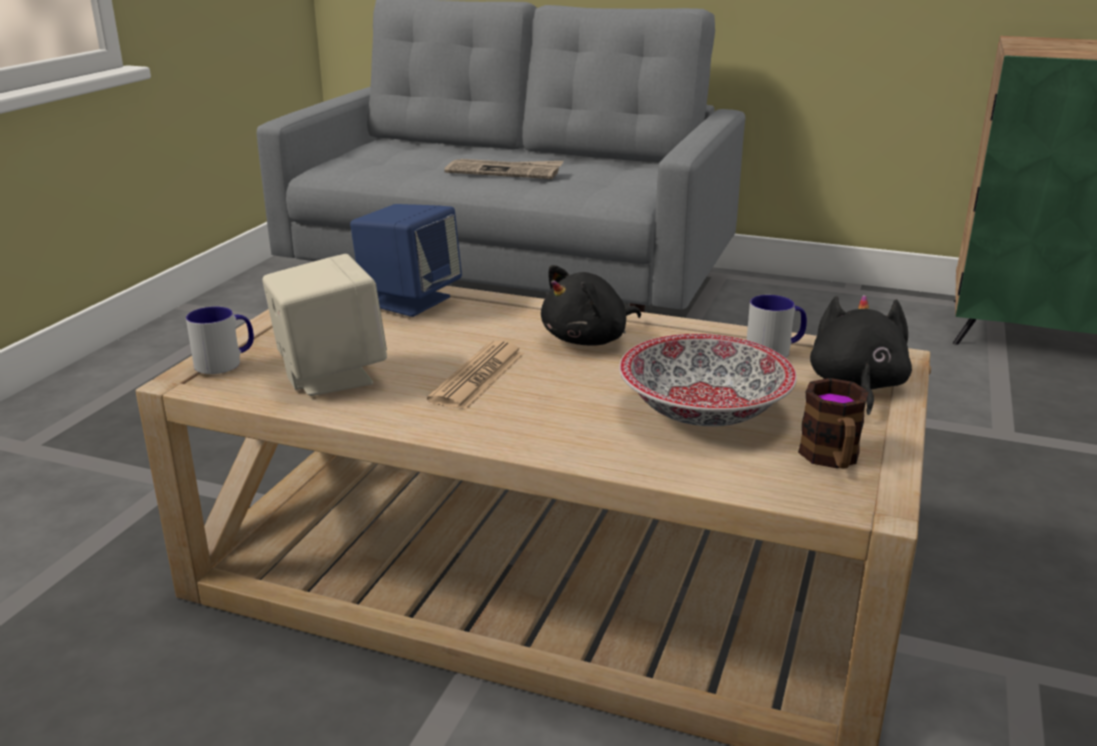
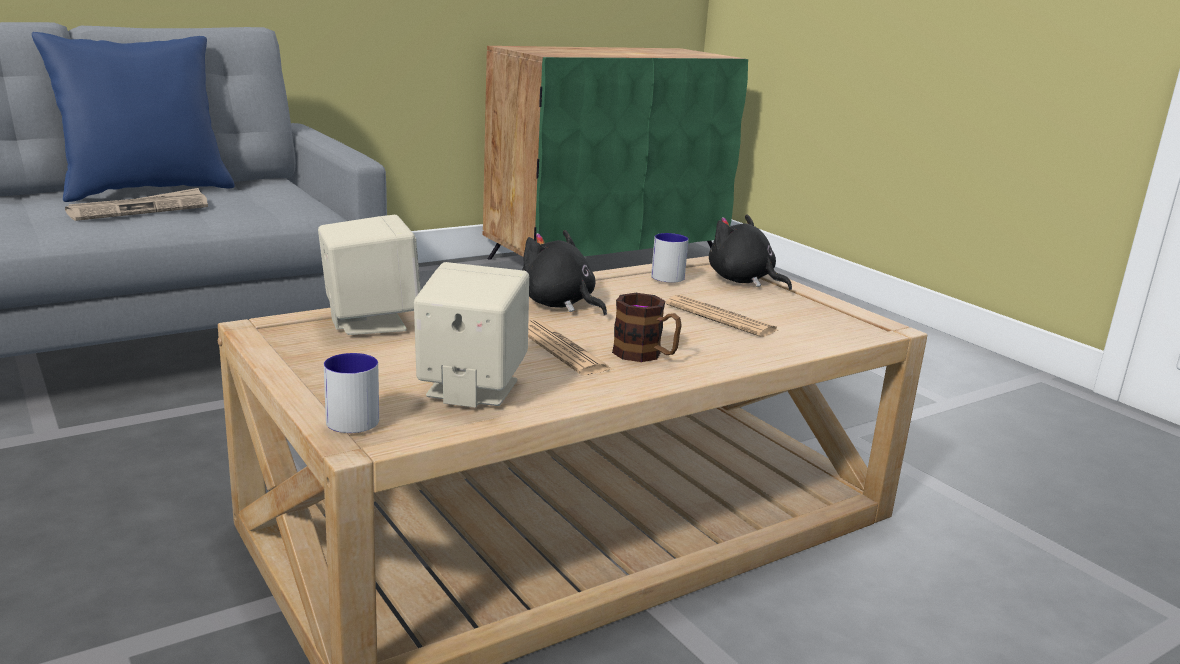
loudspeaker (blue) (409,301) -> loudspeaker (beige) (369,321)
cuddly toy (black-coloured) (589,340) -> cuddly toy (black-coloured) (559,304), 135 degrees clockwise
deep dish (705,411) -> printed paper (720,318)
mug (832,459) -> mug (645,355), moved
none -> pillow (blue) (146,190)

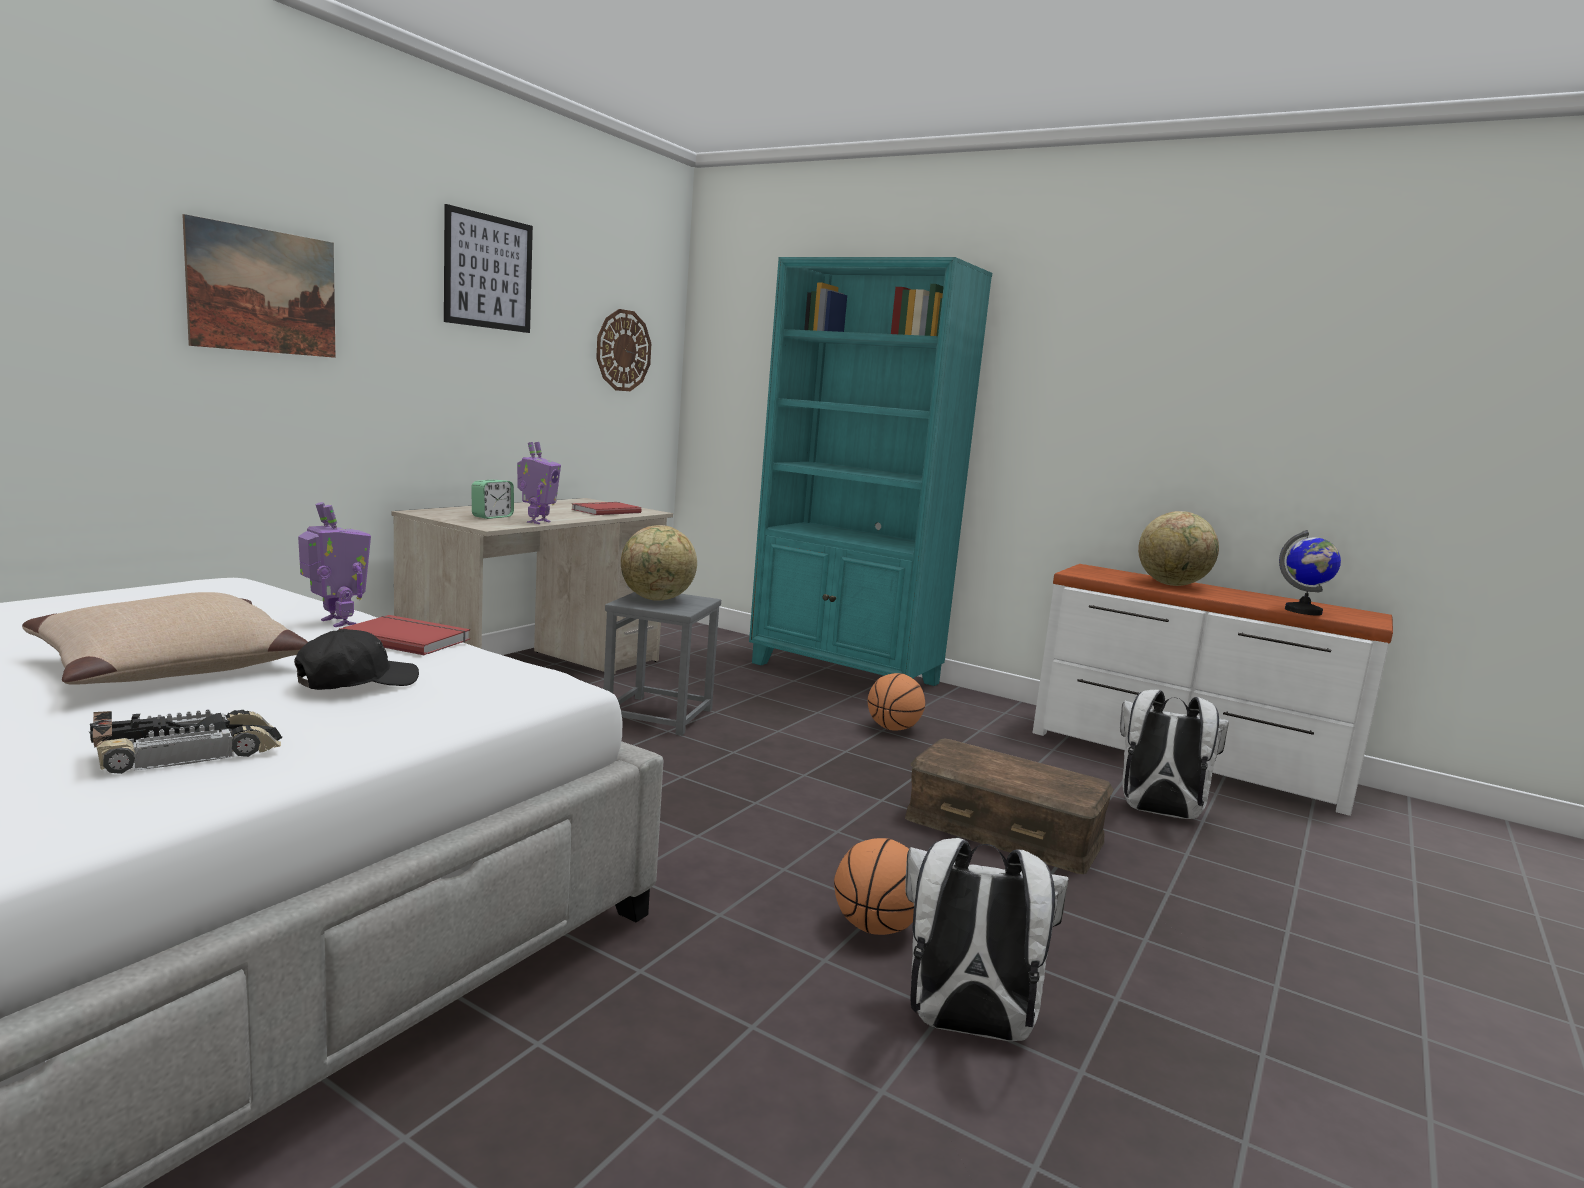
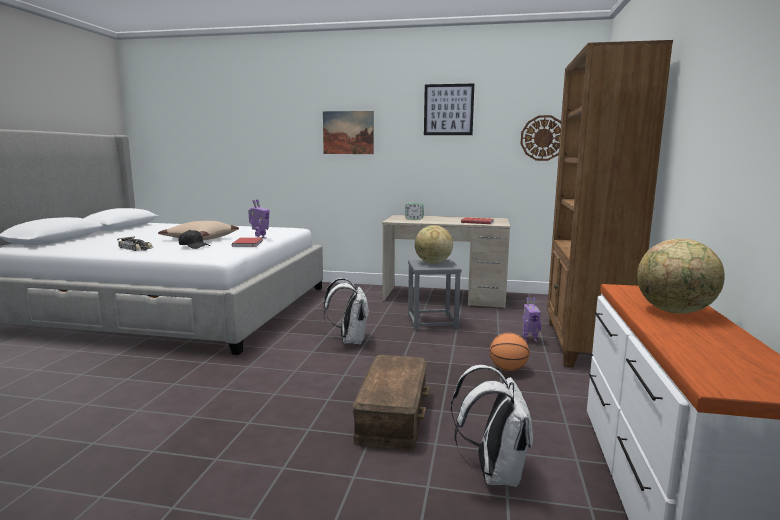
shelving unit (turquoise-coloured) (845,674) -> shelving unit (brownish) (584,345)
robot figure (537,522) -> robot figure (529,340), moved
globe (1303,611) -> none
basketball (875,927) -> none
rucksack (white) (966,1027) -> rucksack (white) (349,341), moved

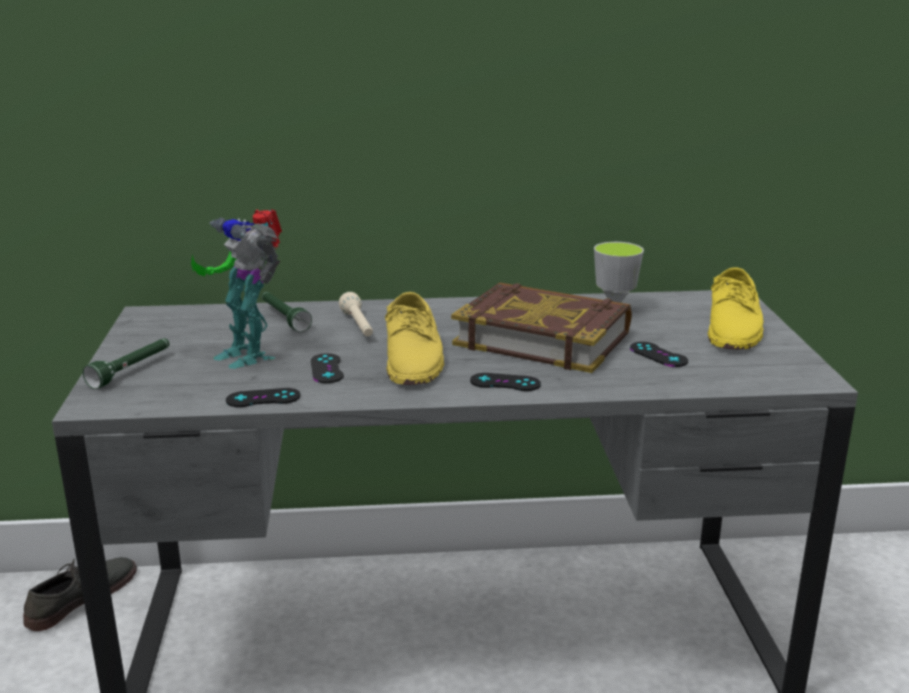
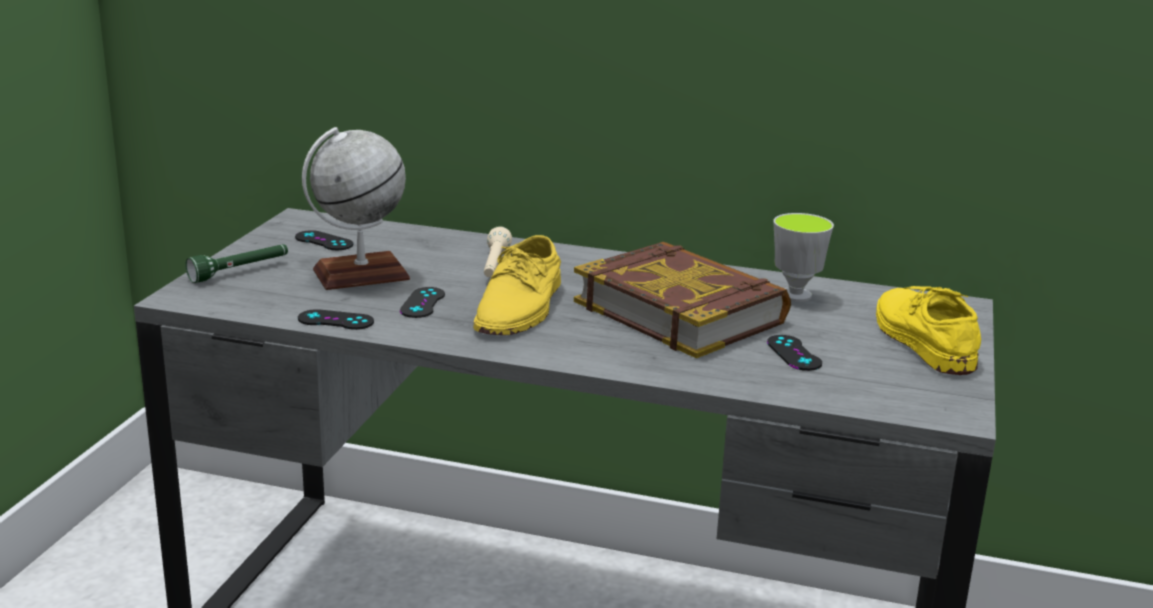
robot figure (248,354) -> globe (360,274)
shoe (yellow-coloured) (734,327) -> shoe (yellow-coloured) (921,339), 135 degrees clockwise
flashlight (greenish) (283,318) -> none
gamepad (black-coloured) (505,382) -> gamepad (black-coloured) (324,241), moved
shoe (grey) (81,597) -> none

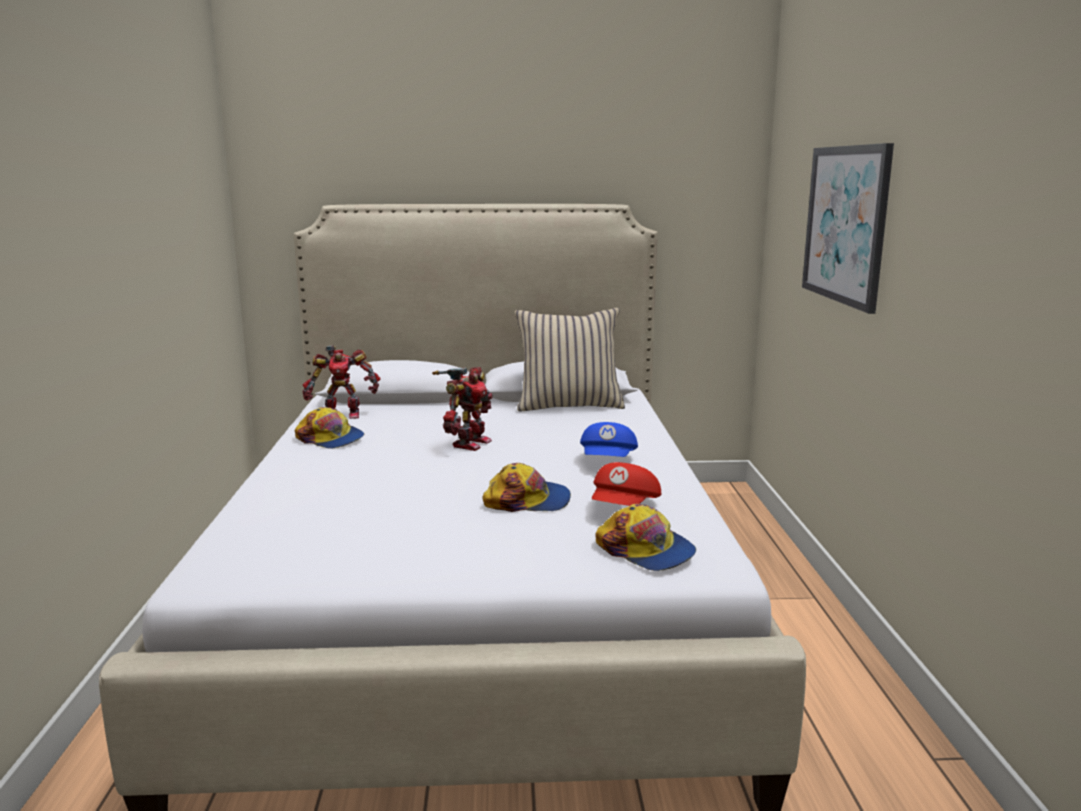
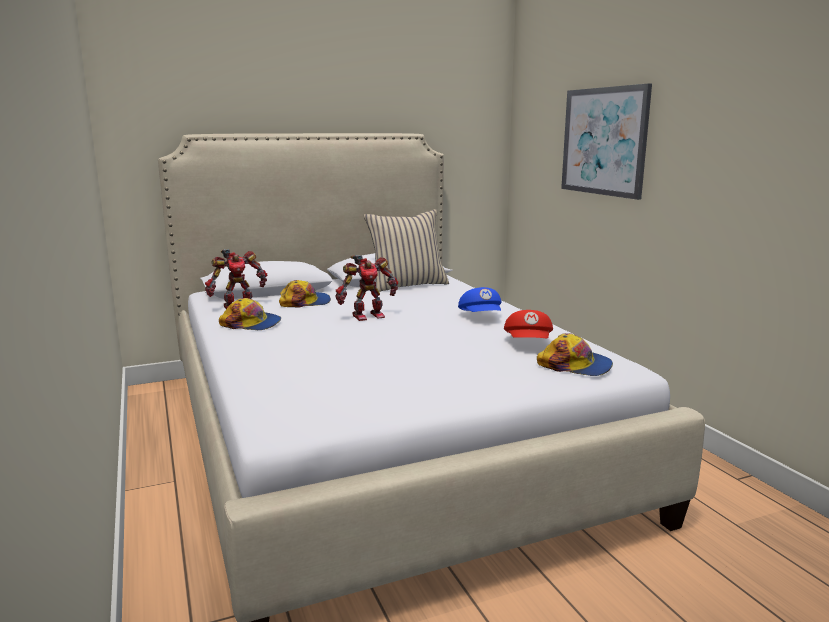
robot figure (469,443) -> robot figure (367,315), 60 degrees clockwise
baseball cap (528,500) -> baseball cap (305,302), moved

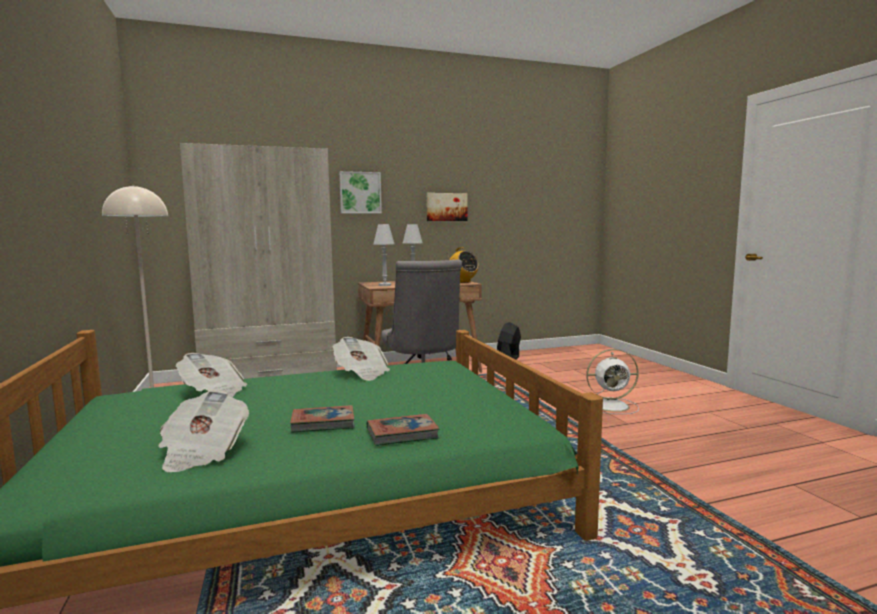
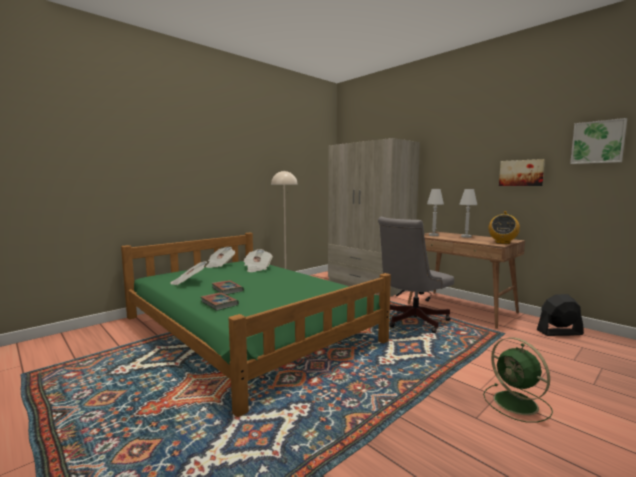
wall art (360,193) -> wall art (598,142), moved
printed paper (361,373) -> printed paper (220,265), moved
cooling fan (white) (612,406) -> cooling fan (greenish) (517,404)

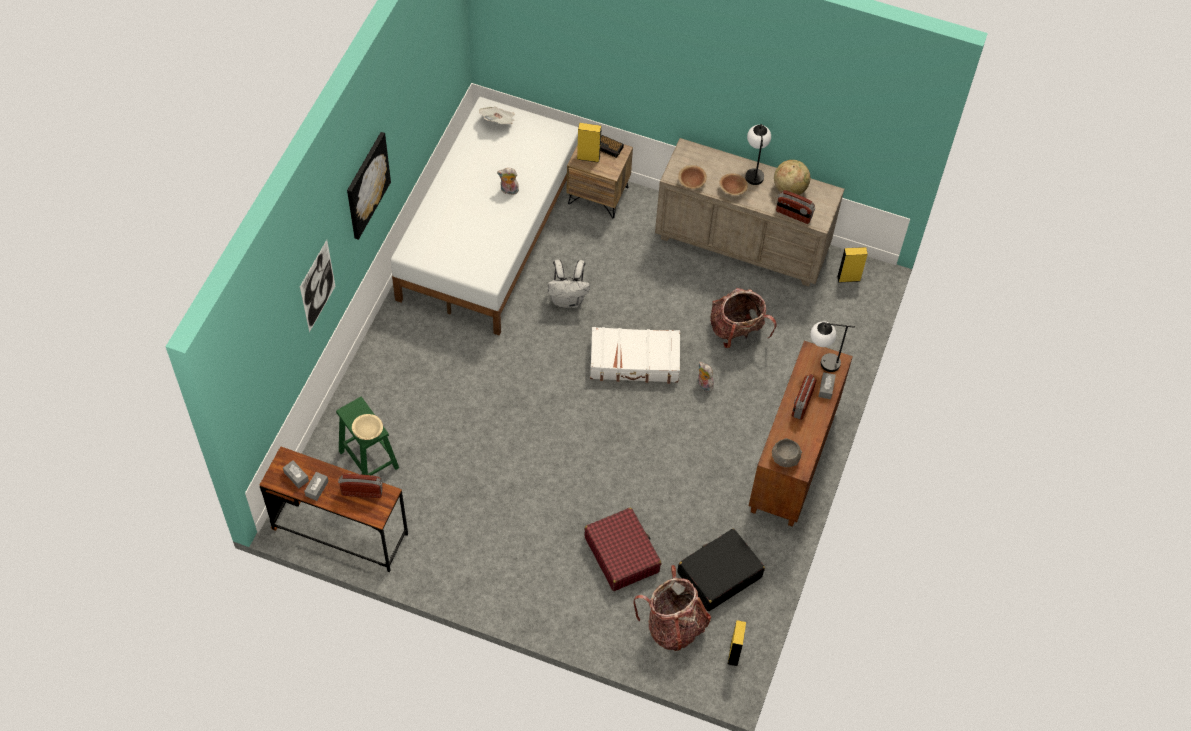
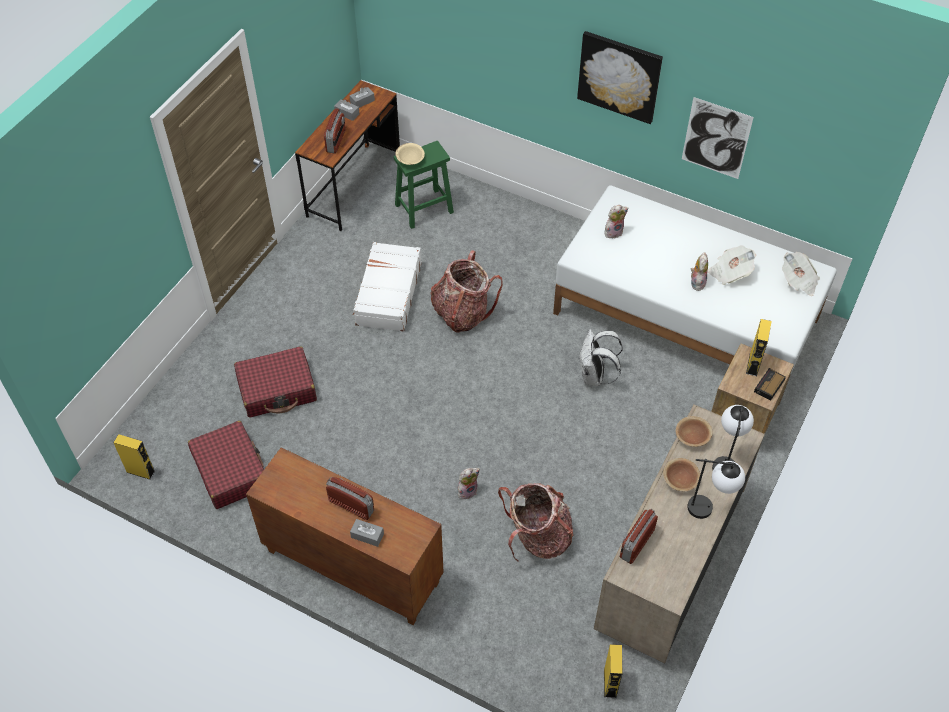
globe (790,188) -> none
wall art (317,286) -> wall art (716,138), moved
lamp for a table (821,362) -> lamp for a table (725,460), moved
piece of luggage (white) (634,361) -> piece of luggage (white) (388,294), moved
deep dish (grey) (785,458) -> none
piece of luggage (black-coloured) (719,575) -> piece of luggage (reddish) (230,471)
rucksack (673,626) -> rucksack (462,313), moved
none -> cuddly toy (613,232)
none -> printed paper (730,272)

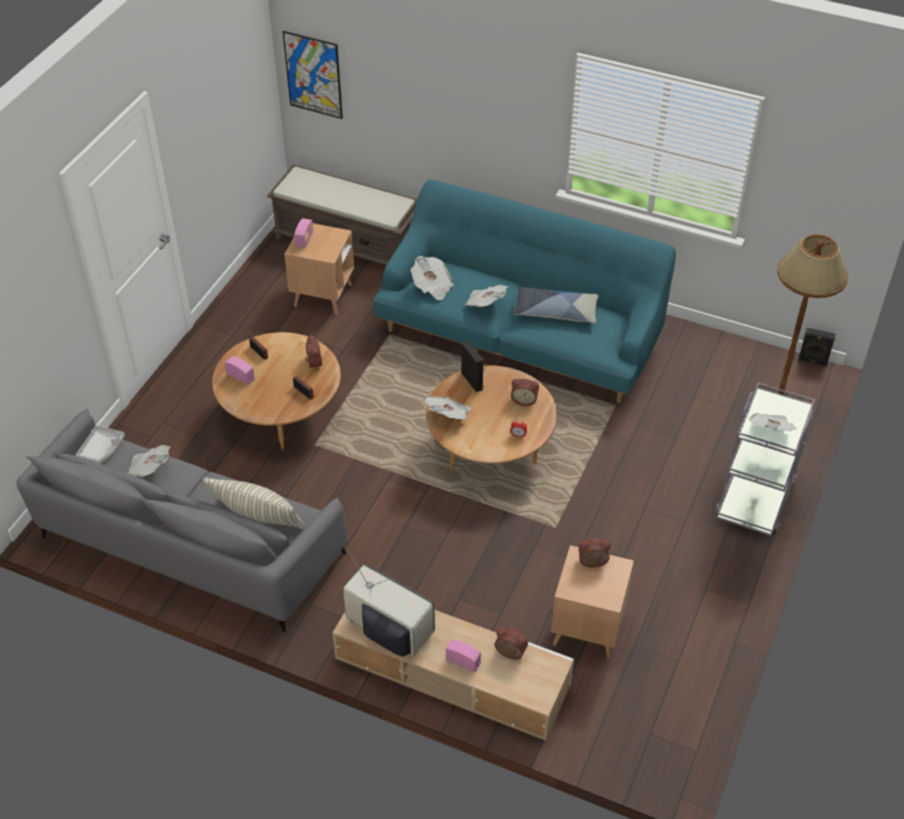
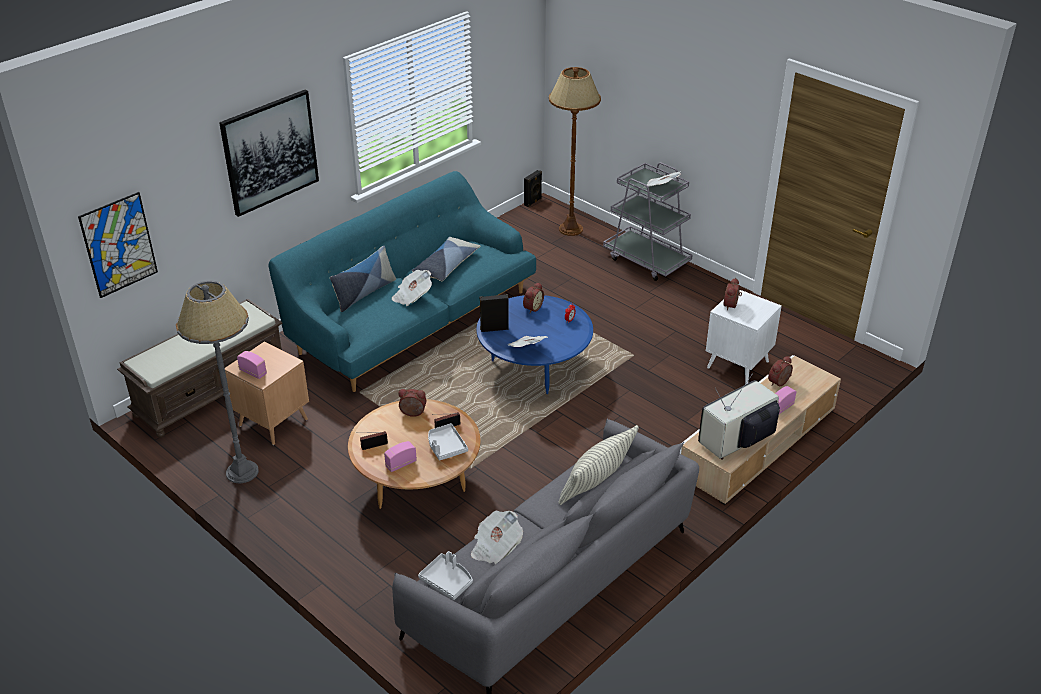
printed paper (432,286) -> none
low table (brownish) (490,449) -> low table (blue) (534,367)
accent table (brownish) (587,629) -> accent table (white) (737,365)
none -> wall art (270,152)
none -> pillow (364,293)
none -> standard lamp (grey) (242,472)
none -> tray (grey) (445,447)

